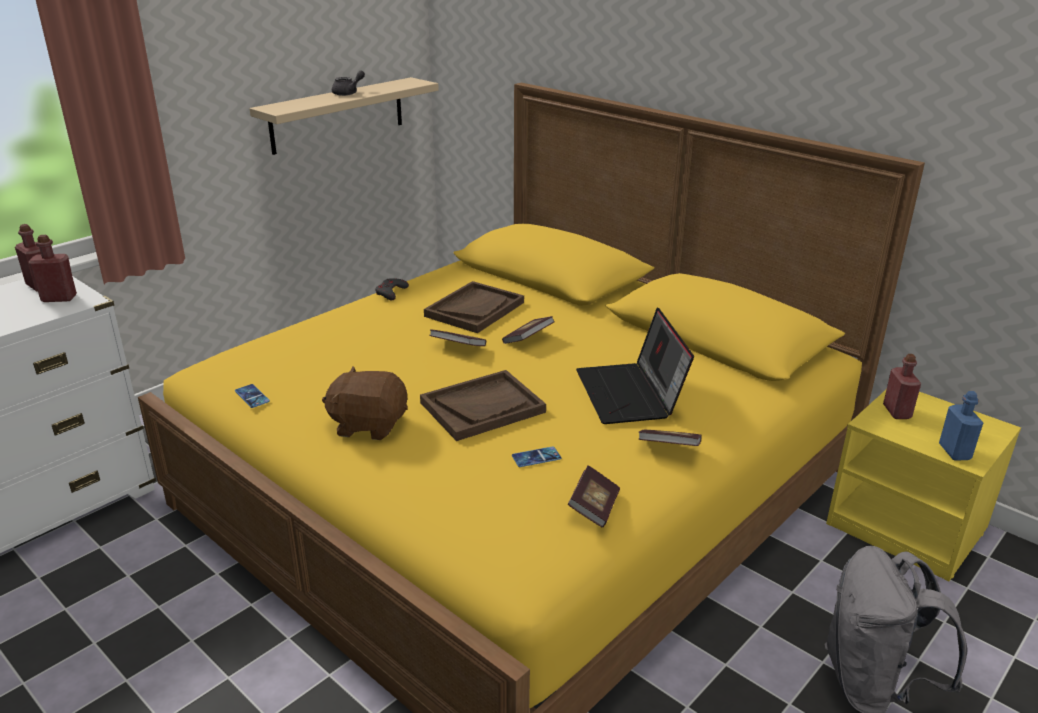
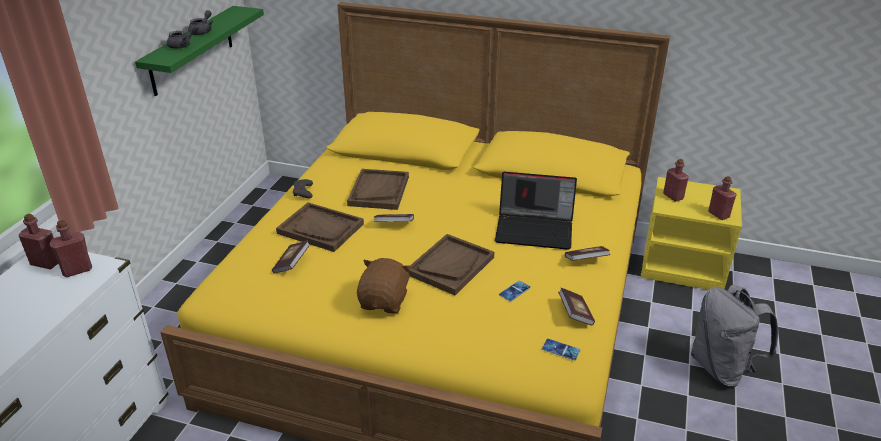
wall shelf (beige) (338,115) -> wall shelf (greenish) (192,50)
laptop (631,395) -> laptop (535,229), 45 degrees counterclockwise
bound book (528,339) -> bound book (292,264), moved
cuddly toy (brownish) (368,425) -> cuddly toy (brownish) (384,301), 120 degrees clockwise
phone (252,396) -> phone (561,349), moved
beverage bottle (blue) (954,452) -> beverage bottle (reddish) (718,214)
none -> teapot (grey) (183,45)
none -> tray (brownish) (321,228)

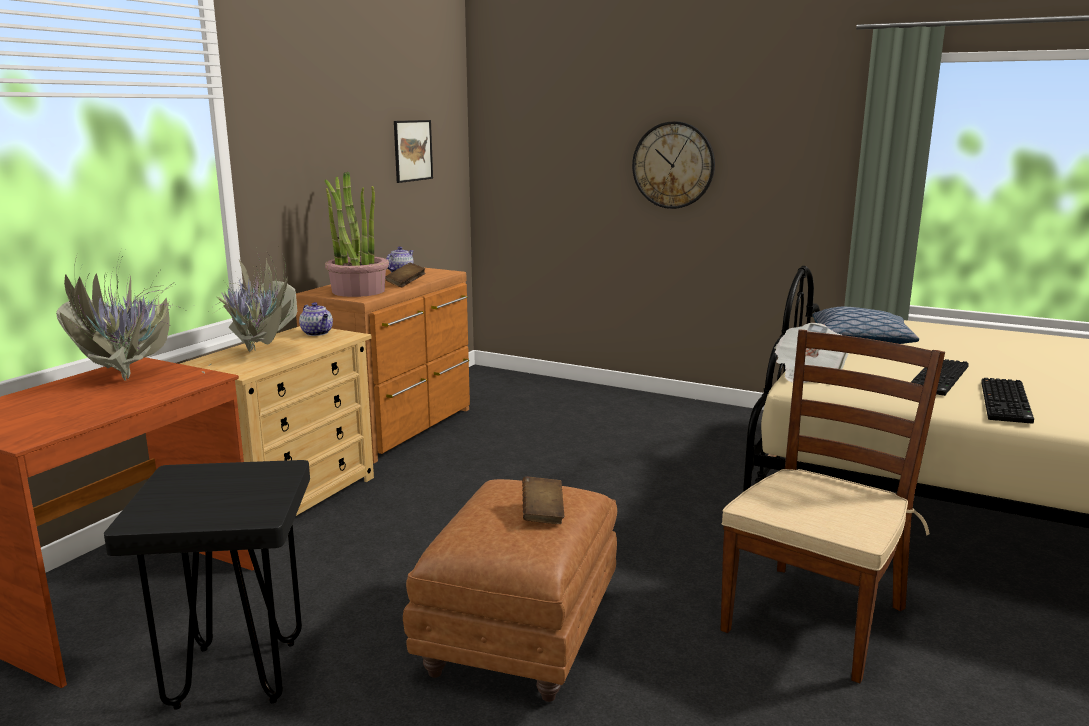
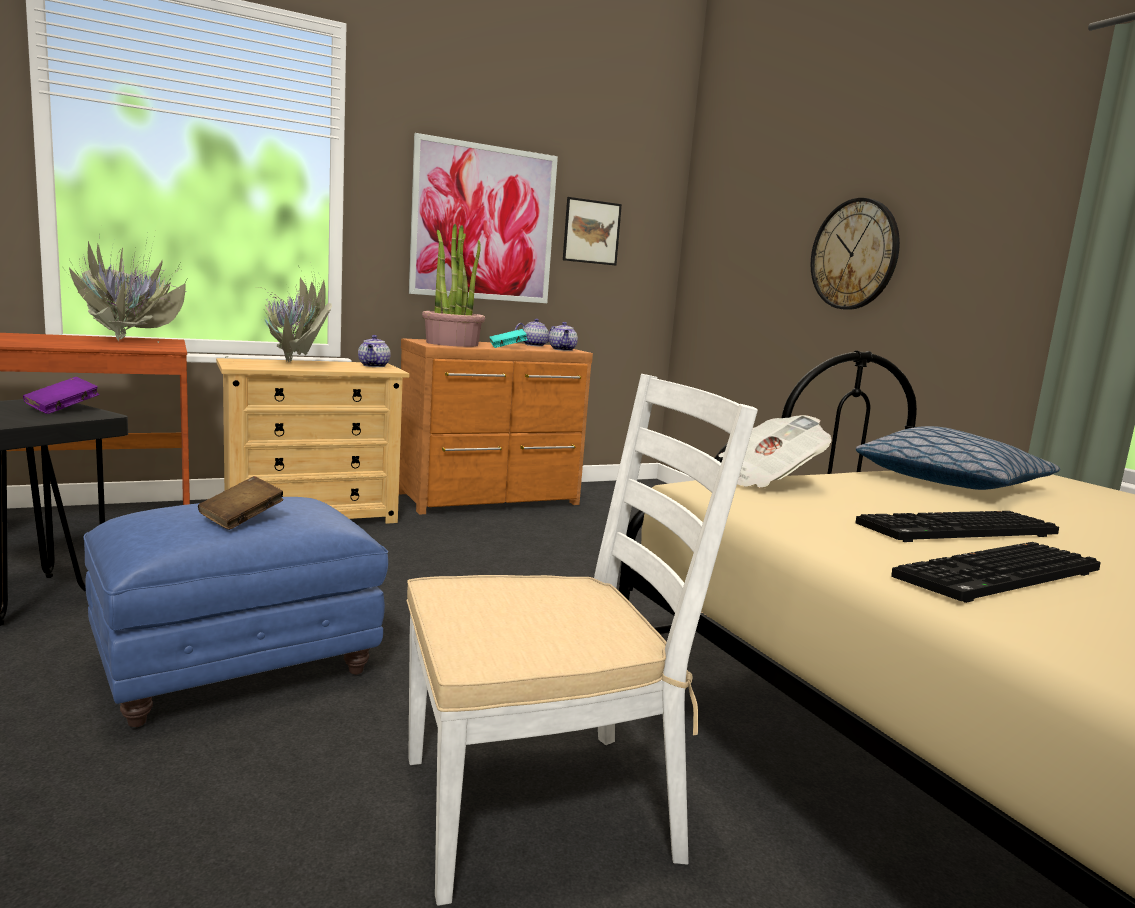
bound book (brownish) (406,284) -> bound book (turquoise-coloured) (507,347)
chair (brownish) (815,617) -> chair (white) (541,806)
pouffe (brownish) (519,633) -> pouffe (blue) (239,666)
none -> wall art (484,223)
none -> teapot (563,350)
none -> bound book (purple) (62,409)

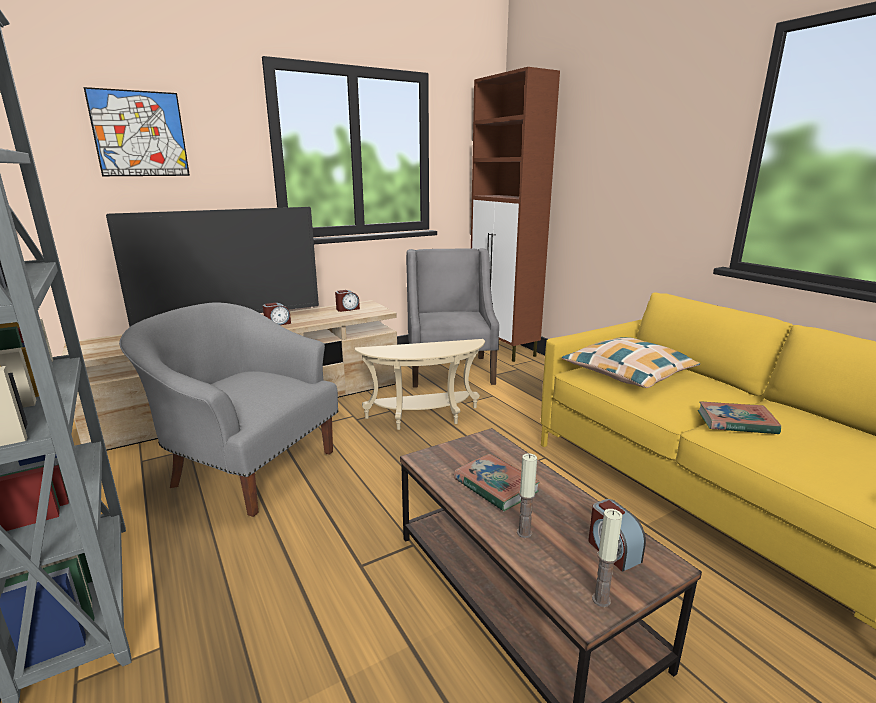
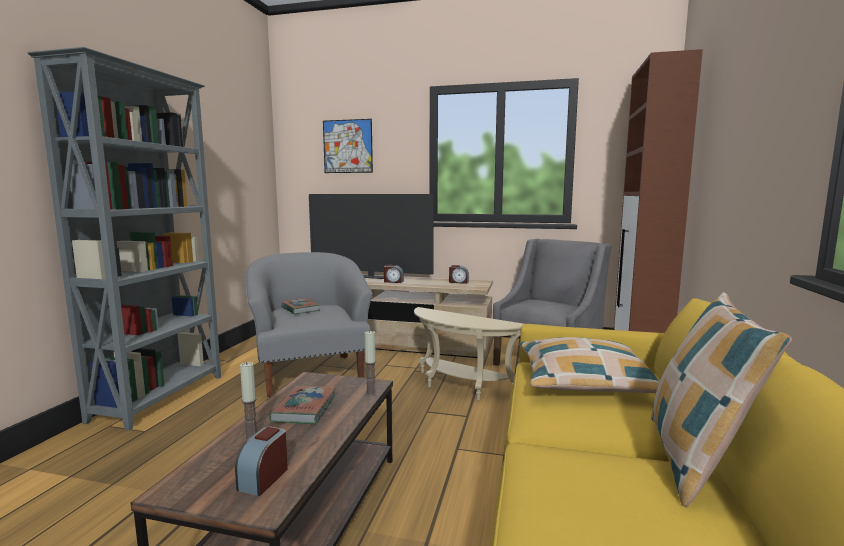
bound book (736,422) -> bound book (300,309), moved
wax candle (601,600) -> wax candle (370,393), moved
none -> pillow (695,461)

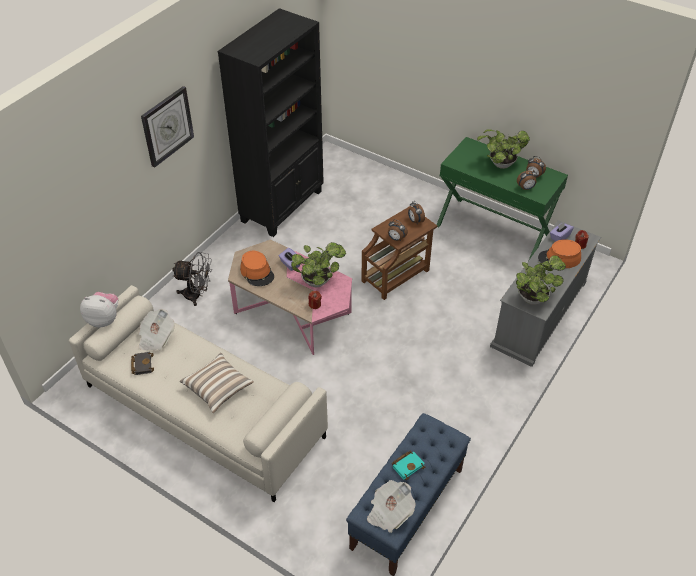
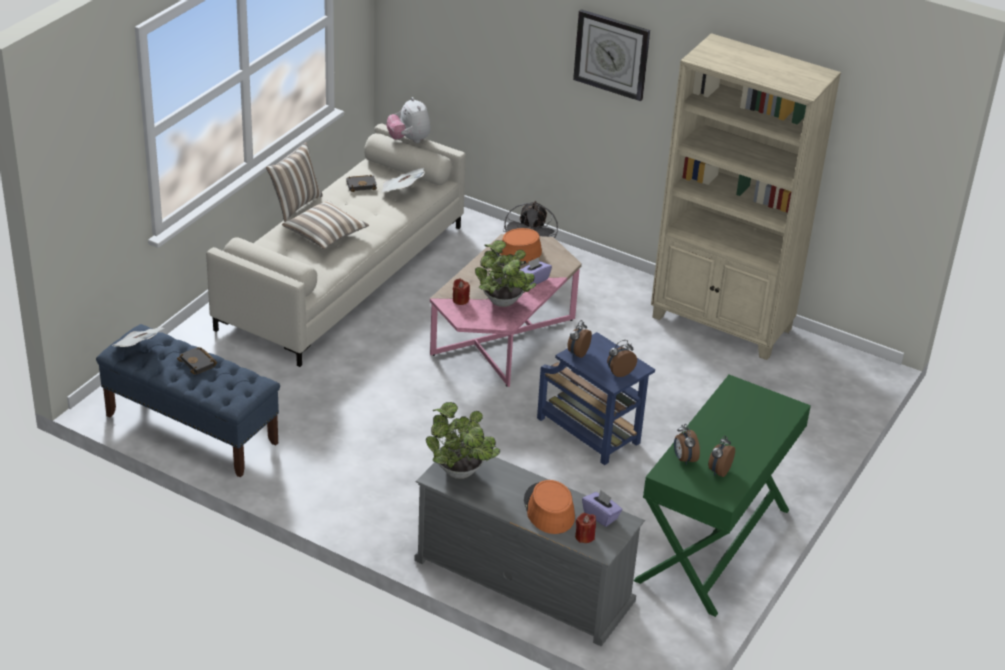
shelving unit (black-coloured) (283,206) -> shelving unit (beige) (722,324)
plant in a pot (499,164) -> none
accent table (brownish) (397,275) -> accent table (blue) (590,433)
cuddly toy (104,319) -> cuddly toy (409,140), 150 degrees clockwise
bound book (turquoise-coloured) (408,465) -> bound book (black-coloured) (199,363)
none -> pillow (295,205)

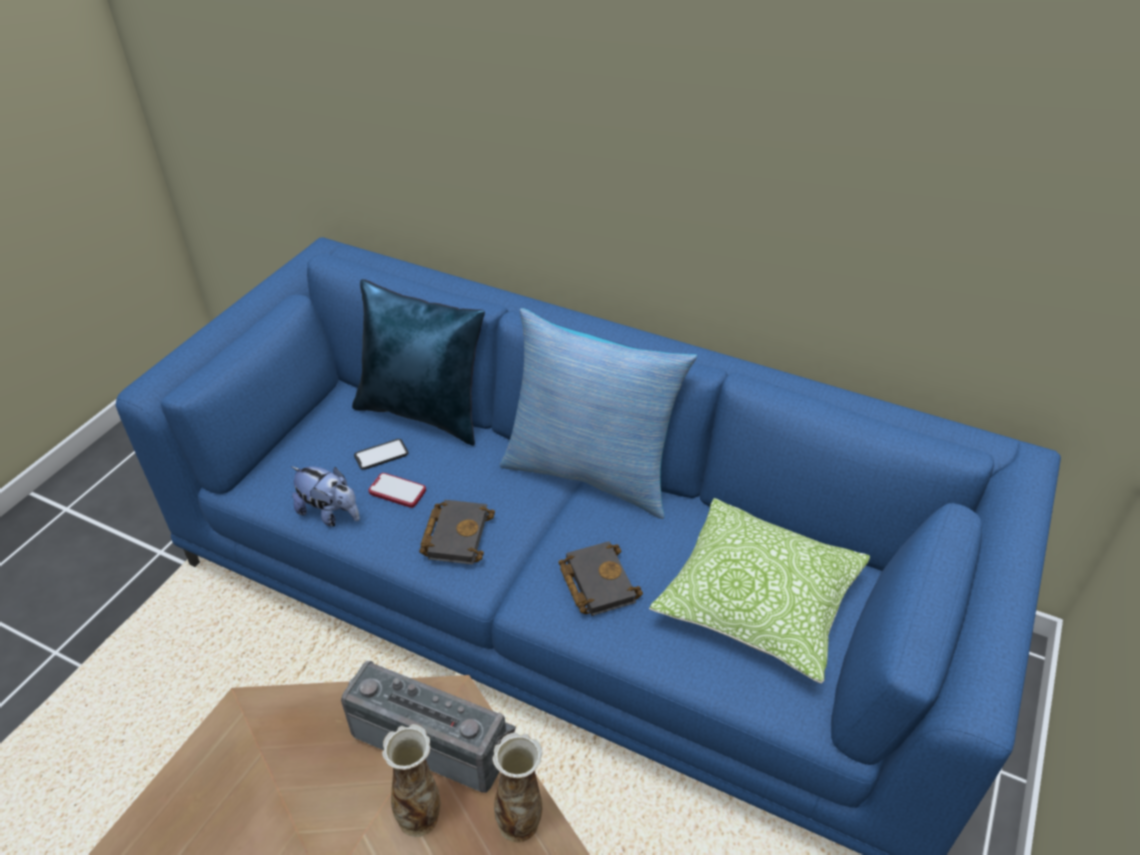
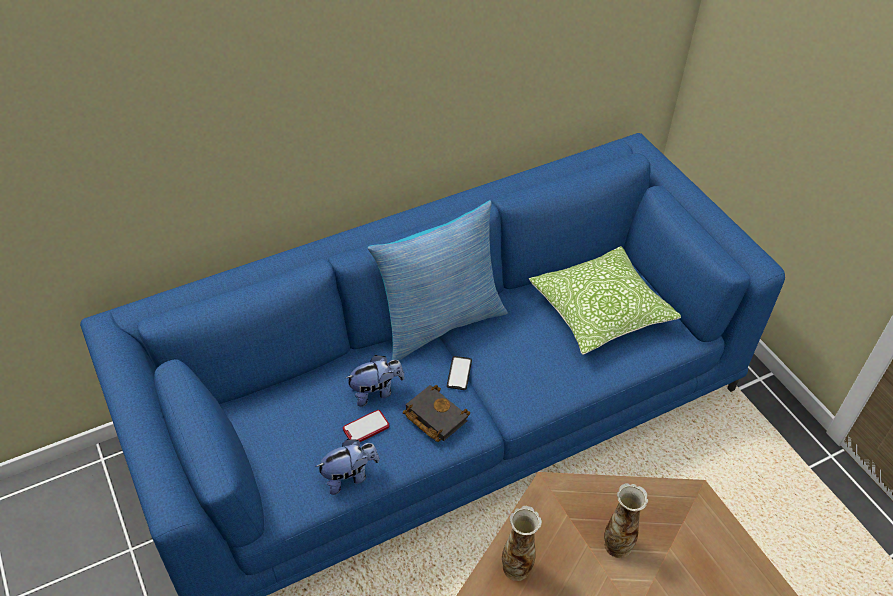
pillow (blue) (424,412) -> none
phone (381,455) -> phone (459,373), moved
bound book (black-coloured) (596,582) -> none
radio (434,738) -> none
flower vase (520,822) -> flower vase (517,567), moved
none -> cuddly toy (376,392)

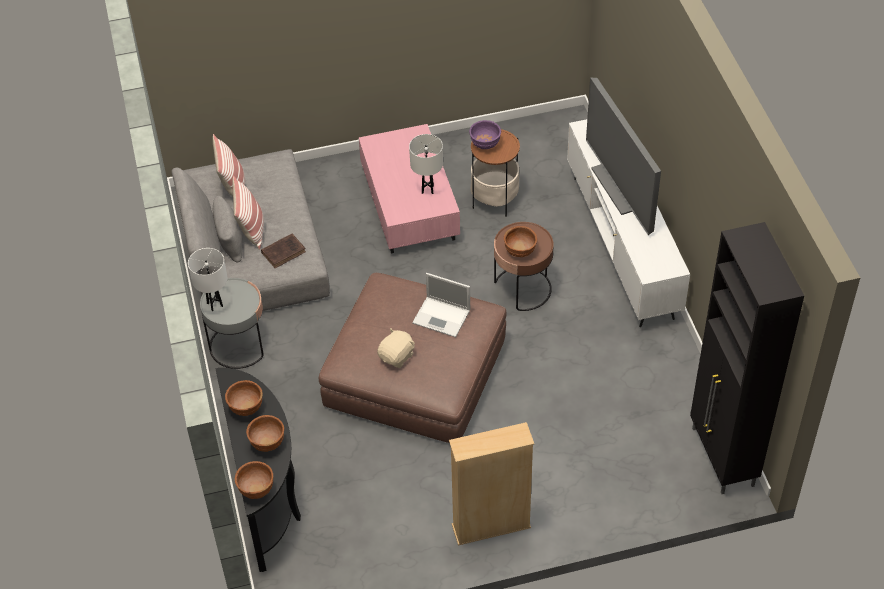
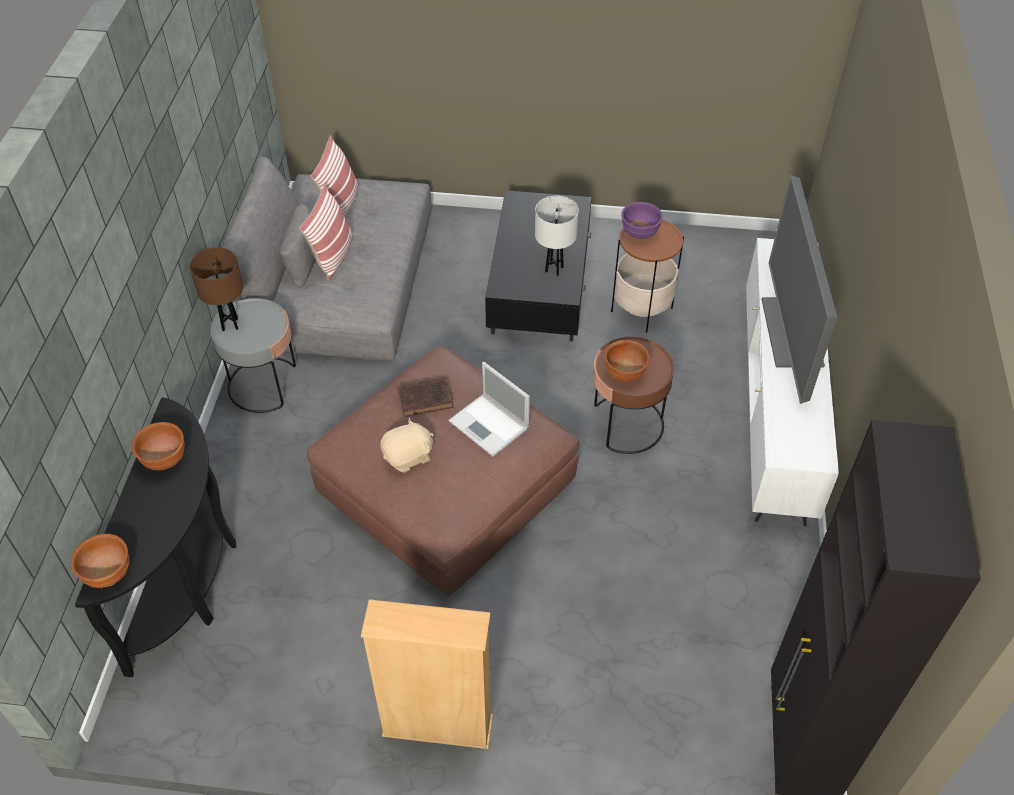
low table (pink-coloured) (409,205) -> low table (black-coloured) (539,286)
bound book (brownish) (284,252) -> bound book (brownish) (427,399), moved
lamp for a table (white) (215,305) -> lamp for a table (brownish) (230,324)
deep dish (brownish) (267,442) -> none

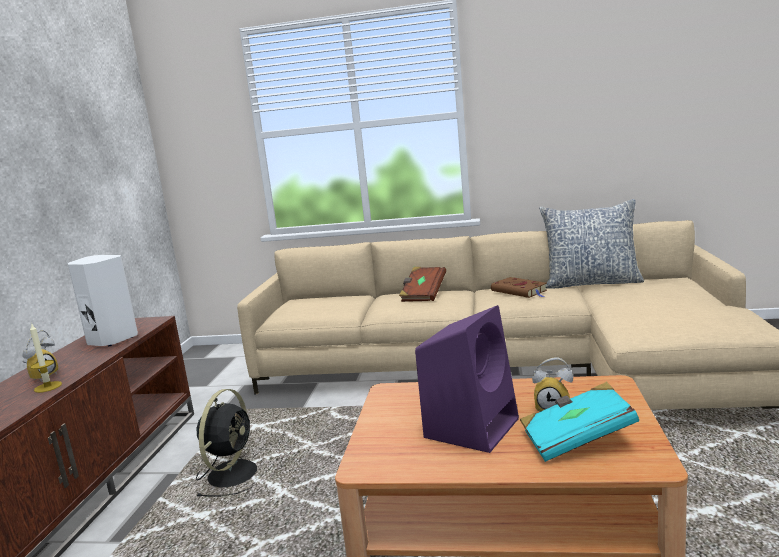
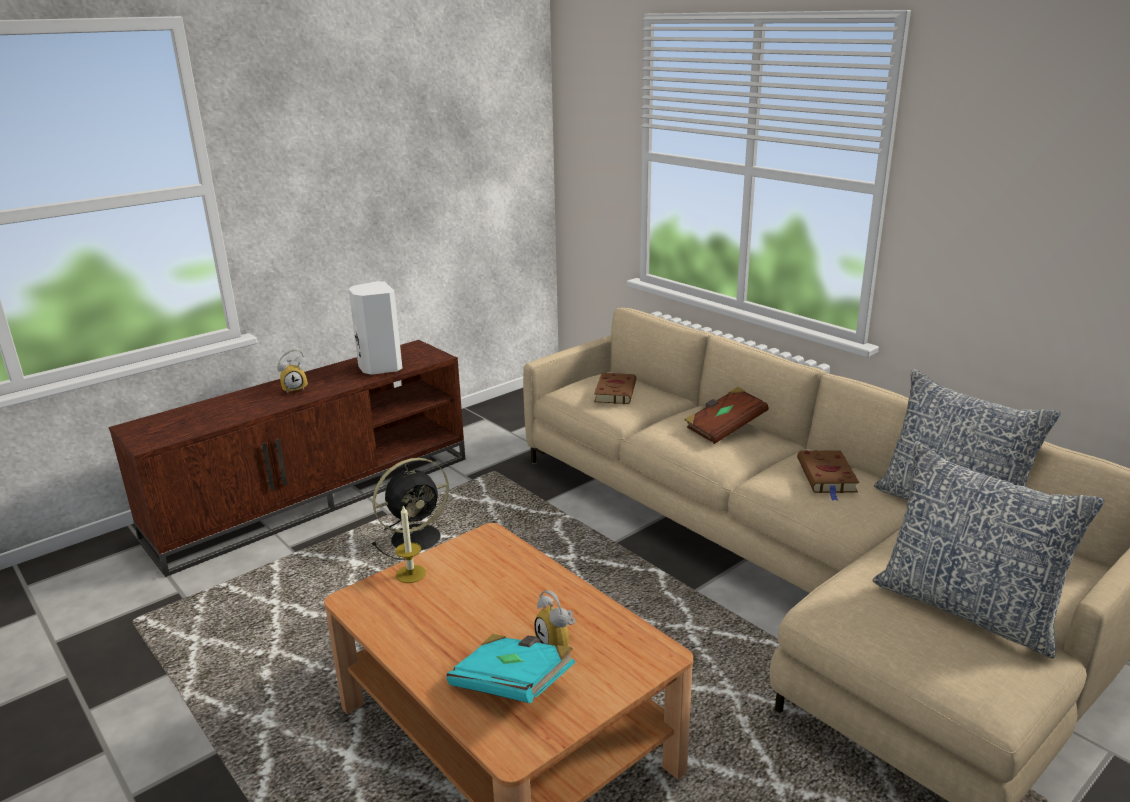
loudspeaker (purple) (472,426) -> none
wax candle (48,387) -> wax candle (411,574), moved
none -> bound book (brownish) (615,391)
none -> pillow (966,608)

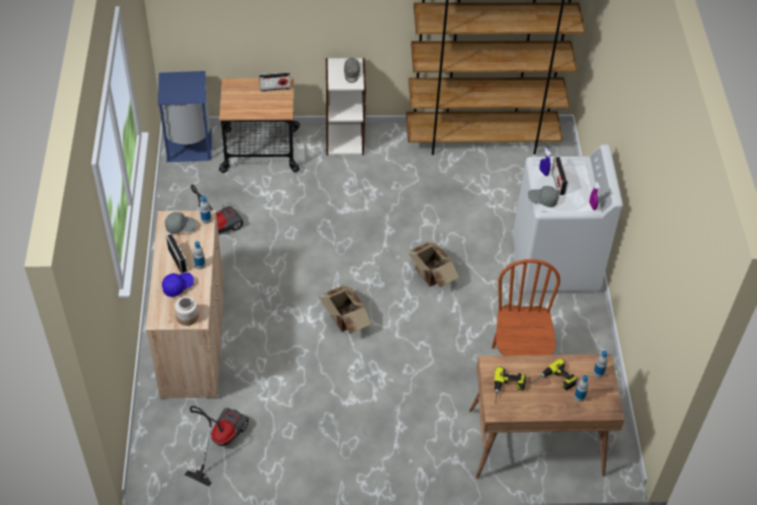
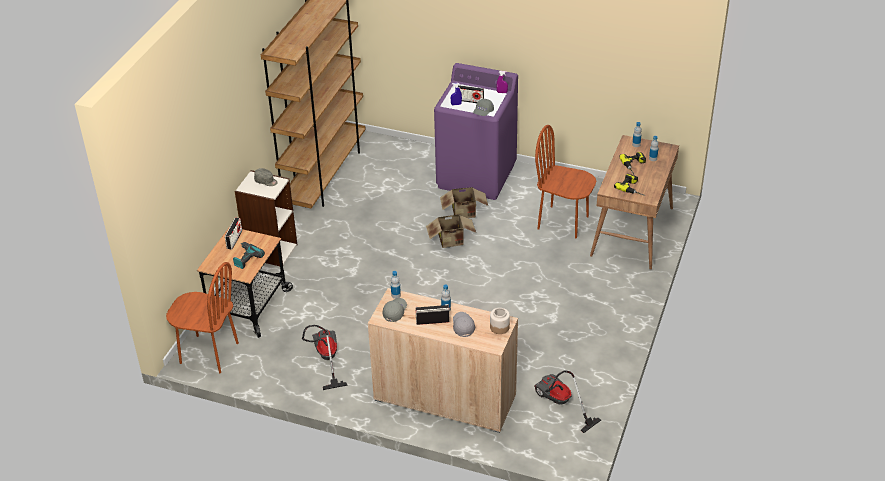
trash can (blue) (188,146) -> chair (brownish) (209,353)
laundry machine (white) (555,265) -> laundry machine (purple) (477,176)
baseball cap (blue) (178,286) -> baseball cap (grey) (463,327)
cardboard box (344,320) -> cardboard box (465,214), moved
none -> electric drill (246,258)

